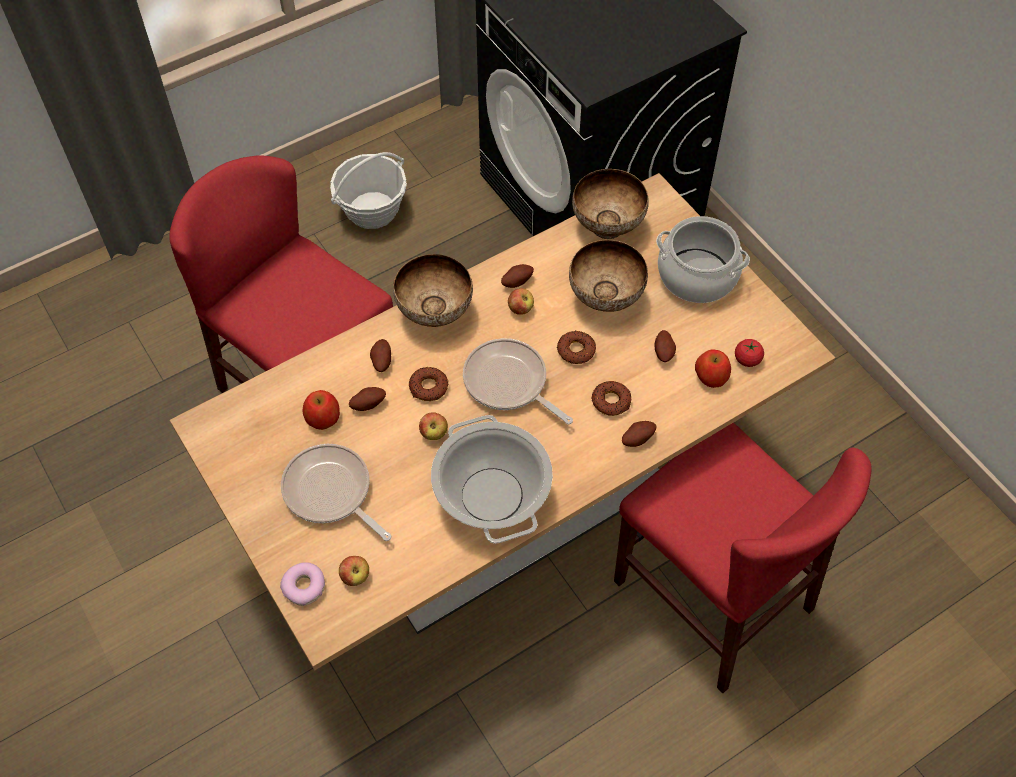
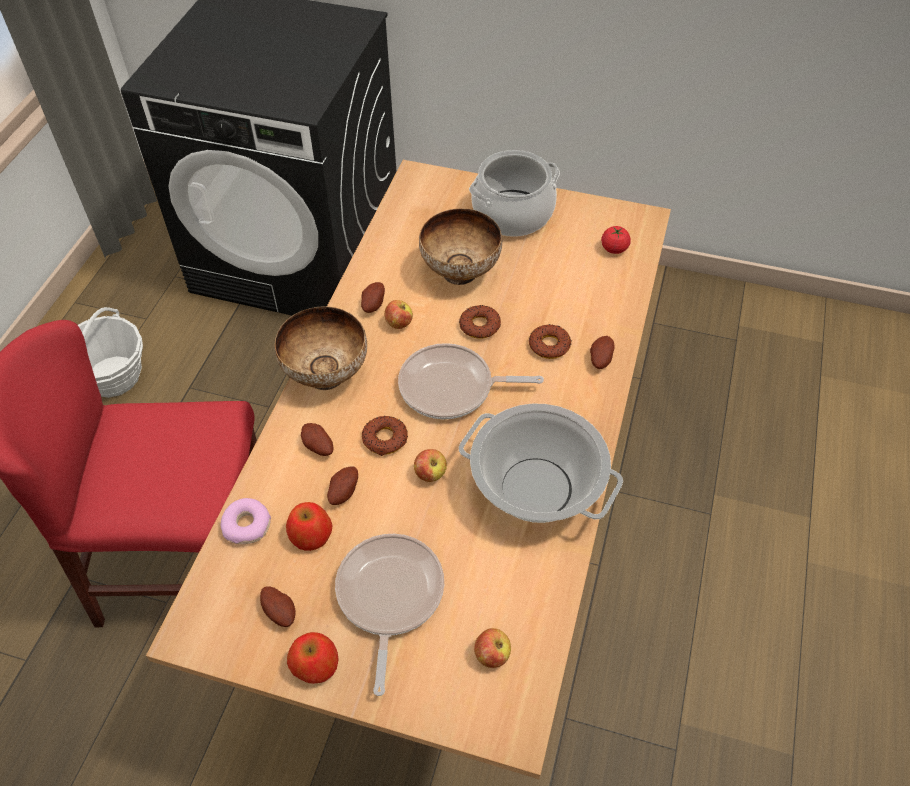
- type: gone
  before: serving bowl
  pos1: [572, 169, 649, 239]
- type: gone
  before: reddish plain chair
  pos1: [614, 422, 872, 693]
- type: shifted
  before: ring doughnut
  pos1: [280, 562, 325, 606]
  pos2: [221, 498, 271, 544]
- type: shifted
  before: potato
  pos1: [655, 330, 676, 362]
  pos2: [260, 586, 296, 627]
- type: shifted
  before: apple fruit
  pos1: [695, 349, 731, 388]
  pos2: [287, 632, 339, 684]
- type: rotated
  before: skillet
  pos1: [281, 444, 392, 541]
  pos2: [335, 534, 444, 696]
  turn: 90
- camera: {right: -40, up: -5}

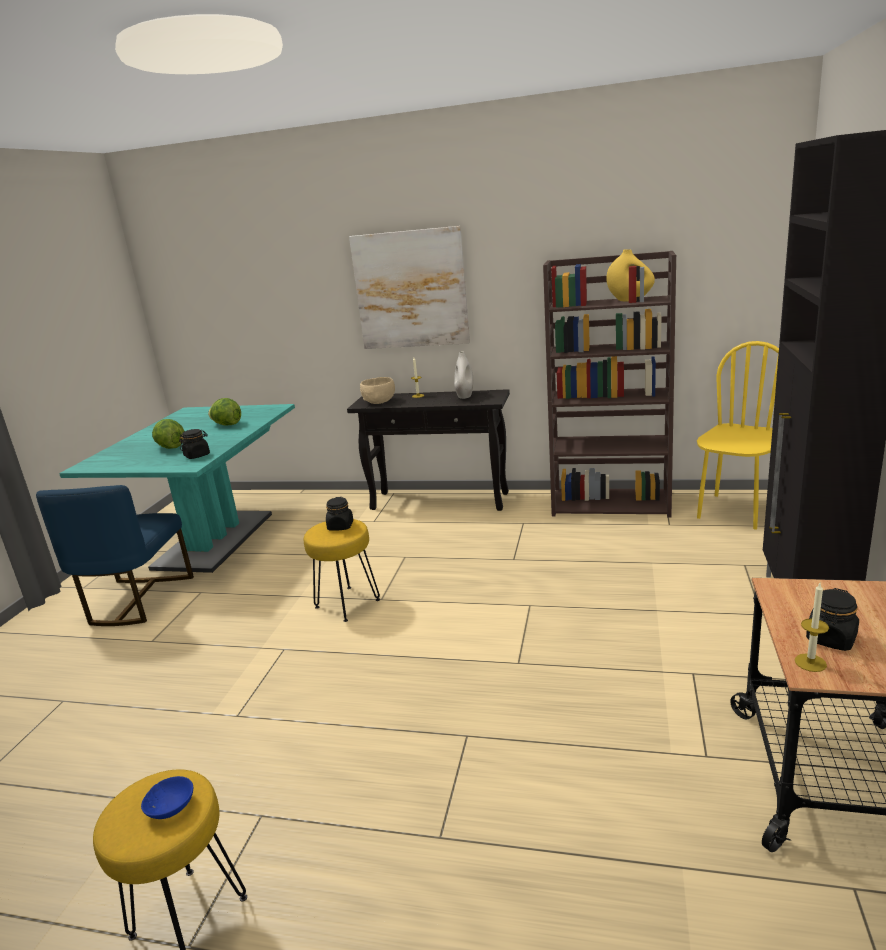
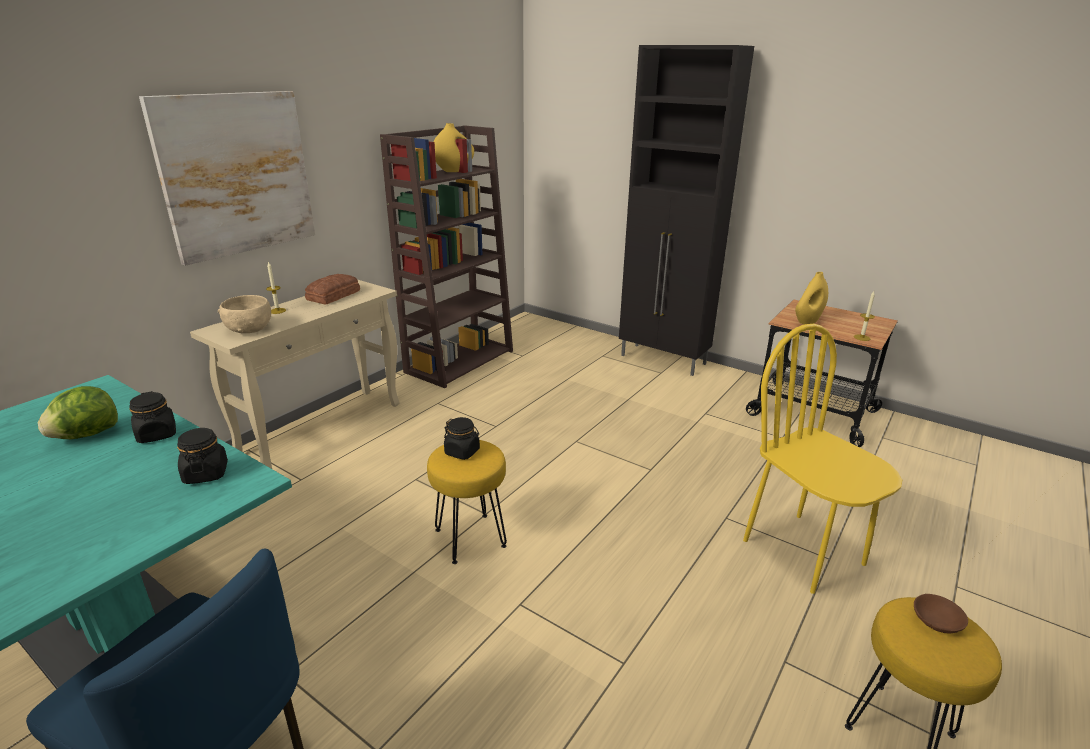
- type: gone
  before: lettuce head
  pos1: [152, 419, 184, 449]
- type: new
  after: yellow-coloured flower vase
  pos2: [795, 272, 828, 324]
- type: shifted
  before: yellow-coloured plain chair
  pos1: [697, 341, 779, 530]
  pos2: [743, 324, 902, 594]
- type: shifted
  before: black-coloured storage jar
  pos1: [806, 588, 859, 651]
  pos2: [129, 391, 176, 443]
- type: swapped
  before: white-coloured flower vase
  after: baked bread
  pos1: [454, 351, 473, 399]
  pos2: [305, 274, 360, 305]
- type: repainted
  before: blue-coloured serving bowl
  after: brownish serving bowl
  pos1: [141, 776, 193, 819]
  pos2: [914, 594, 968, 634]
- type: repainted
  before: black-coloured console table
  after: beige console table
  pos1: [347, 389, 510, 511]
  pos2: [190, 279, 400, 469]
- camera: {right: -70, up: 5}

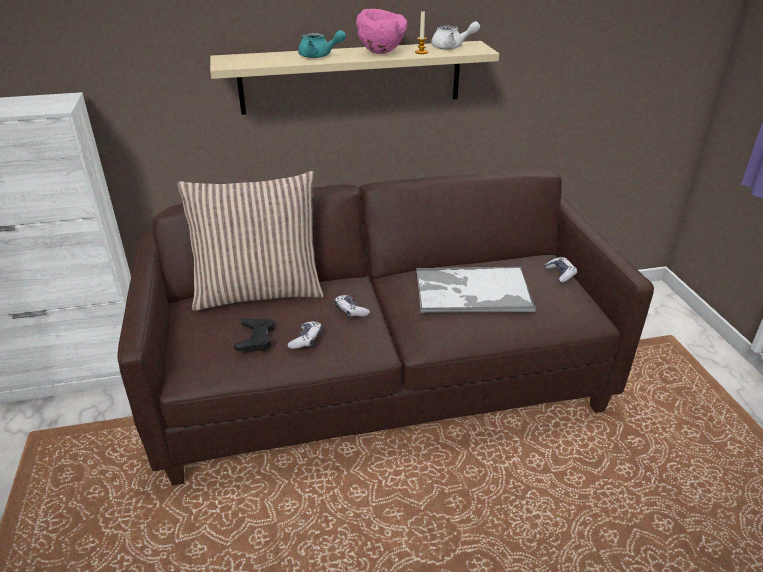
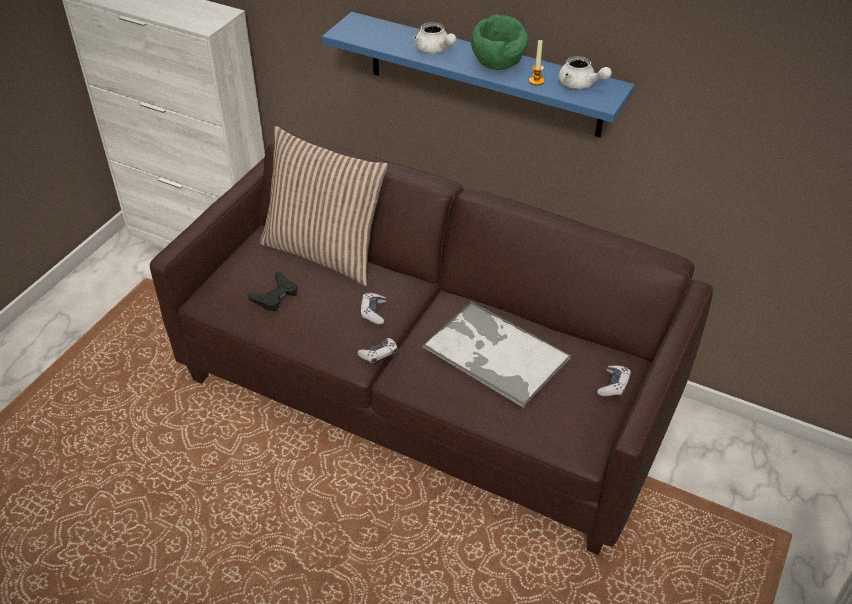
- type: shifted
  before: game controller
  pos1: [288, 322, 322, 349]
  pos2: [357, 338, 397, 365]
- type: repainted
  before: beige bracket shelf
  after: blue-coloured bracket shelf
  pos1: [210, 41, 499, 115]
  pos2: [322, 12, 635, 137]
- type: repainted
  before: blue-green tea pot
  after: white-coloured tea pot
  pos1: [298, 30, 346, 58]
  pos2: [414, 22, 456, 53]
- type: repainted
  before: pink-coloured serving bowl
  after: green-coloured serving bowl
  pos1: [356, 9, 407, 54]
  pos2: [471, 14, 529, 70]
- camera: {right: 40, up: 10}

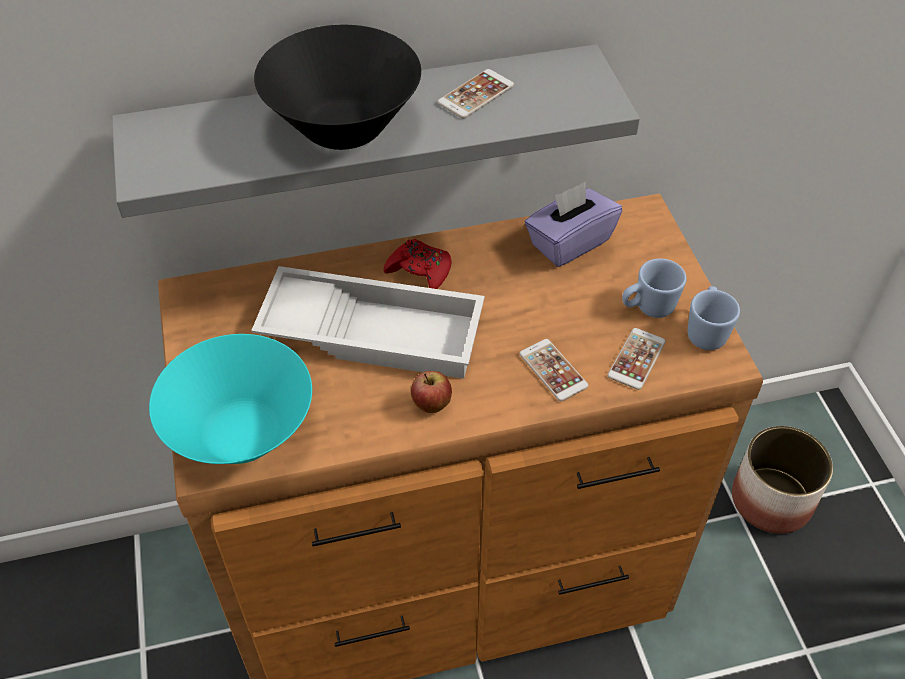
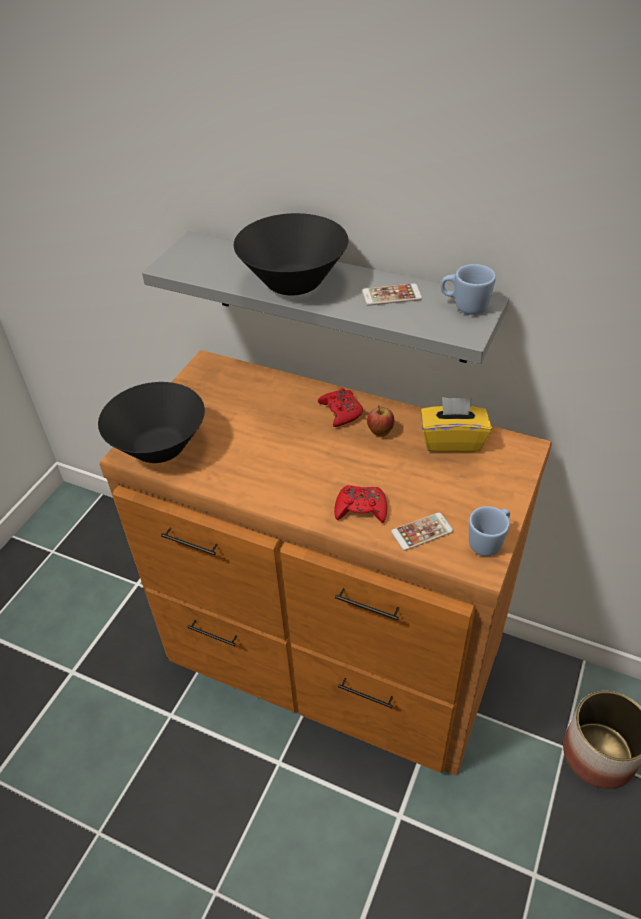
- type: gone
  before: white-coloured carrying tray
  pos1: [251, 266, 485, 379]
- type: shifted
  before: apple fruit
  pos1: [411, 371, 452, 413]
  pos2: [367, 405, 394, 437]
- type: shifted
  before: blue-coloured mug
  pos1: [622, 258, 686, 318]
  pos2: [441, 264, 496, 315]
- type: swapped
  before: telephone
  after: reddish game controller
  pos1: [519, 339, 589, 401]
  pos2: [334, 485, 387, 523]
- type: repainted
  before: blue-green serving bowl
  after: black-coloured serving bowl
  pos1: [149, 334, 312, 464]
  pos2: [98, 382, 205, 463]
- type: repainted
  before: purple tissue holder
  after: yellow-coloured tissue holder
  pos1: [525, 182, 622, 267]
  pos2: [421, 397, 492, 452]
- camera: {right: 40, up: -5}

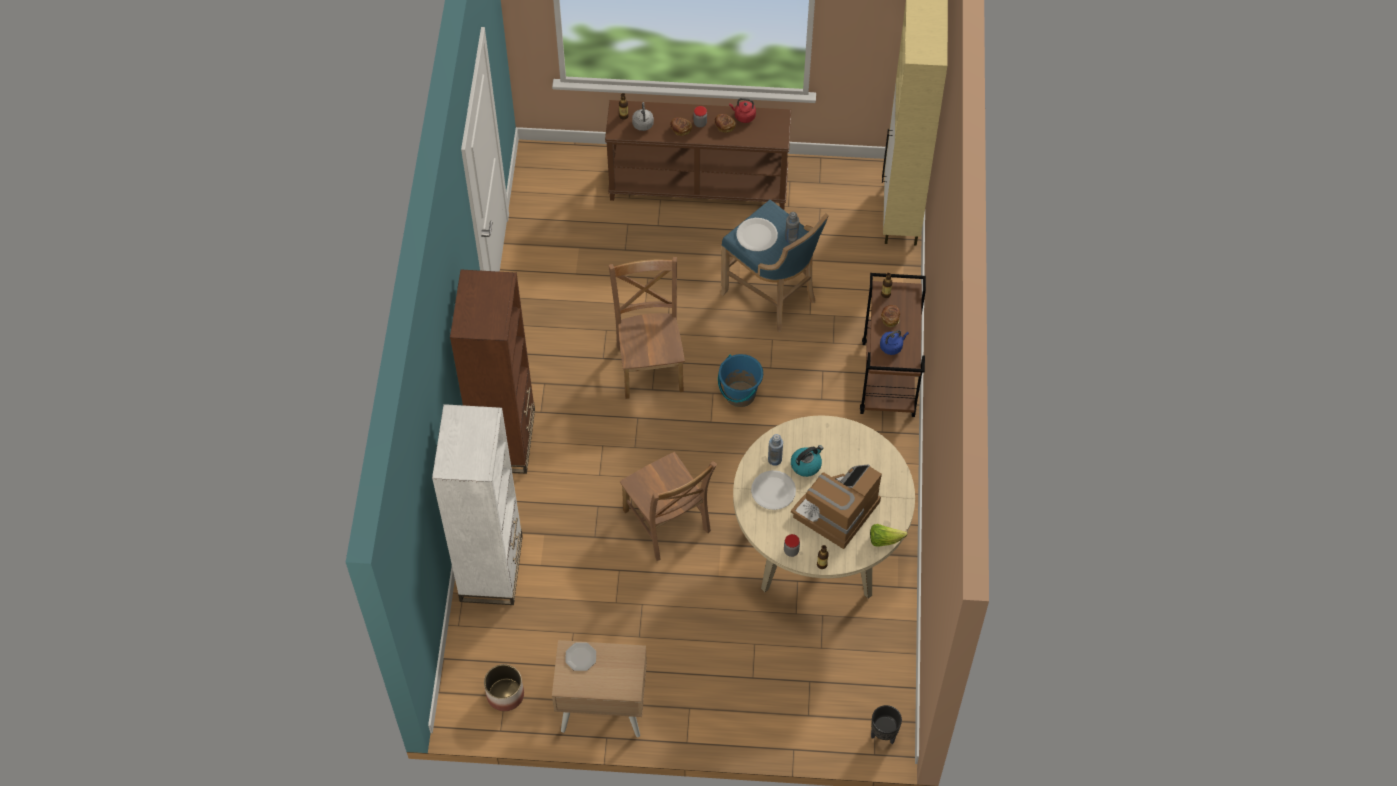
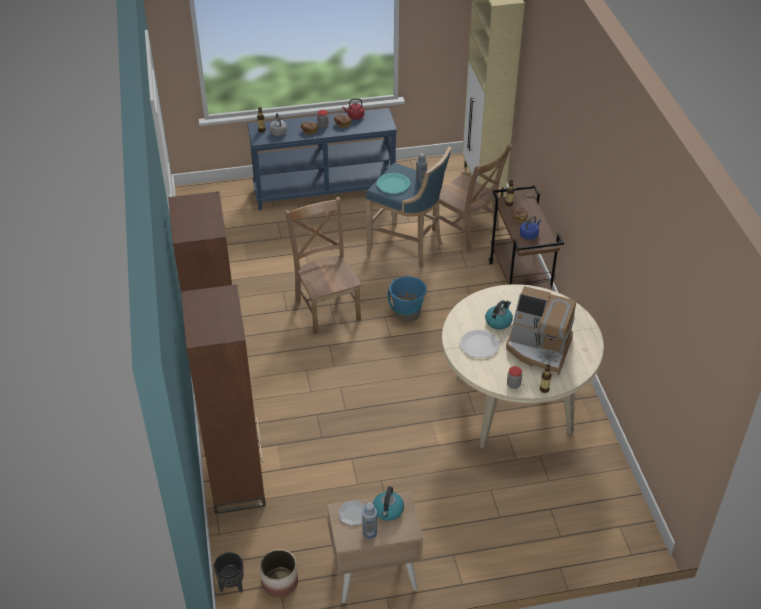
- type: gone
  before: lettuce head
  pos1: [870, 524, 907, 547]
- type: new
  after: water kettle
  pos2: [373, 487, 404, 521]
- type: shifted
  before: brownish plain chair
  pos1: [620, 452, 717, 561]
  pos2: [432, 144, 512, 252]
- type: shifted
  before: blue-coloured bottle
  pos1: [768, 434, 783, 466]
  pos2: [362, 502, 377, 539]
- type: shifted
  before: black-coloured flower pot
  pos1: [871, 705, 902, 744]
  pos2: [214, 552, 244, 592]
- type: repainted
  before: white-coloured bookcase
  after: brownish bookcase
  pos1: [432, 404, 523, 605]
  pos2: [181, 284, 266, 514]
- type: repainted
  before: brownish console table
  after: blue-coloured console table
  pos1: [605, 100, 791, 210]
  pos2: [247, 108, 397, 210]
- type: repainted
  before: white-coloured plate
  after: blue-green plate
  pos1: [736, 218, 778, 251]
  pos2: [377, 173, 410, 194]
- type: rotated
  before: coffee maker
  pos1: [791, 464, 882, 549]
  pos2: [506, 286, 576, 375]
  turn: -90
- camera: {right: -15, up: -15}

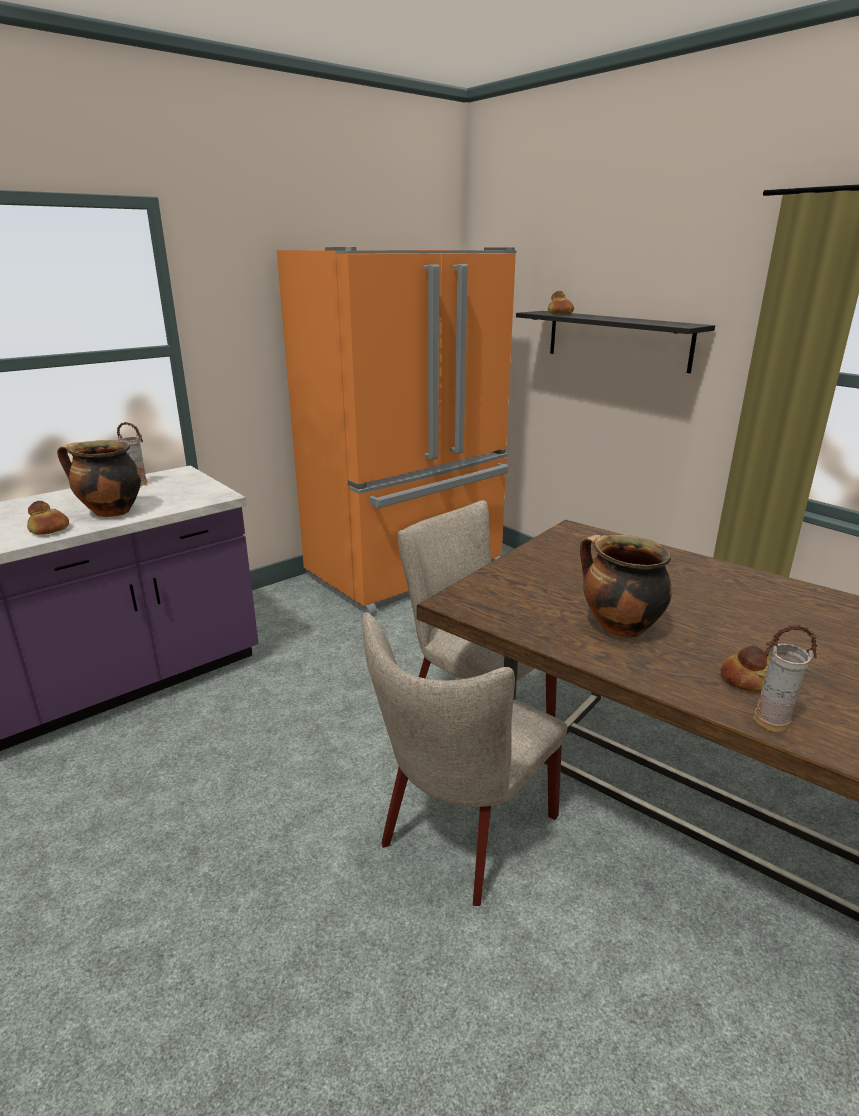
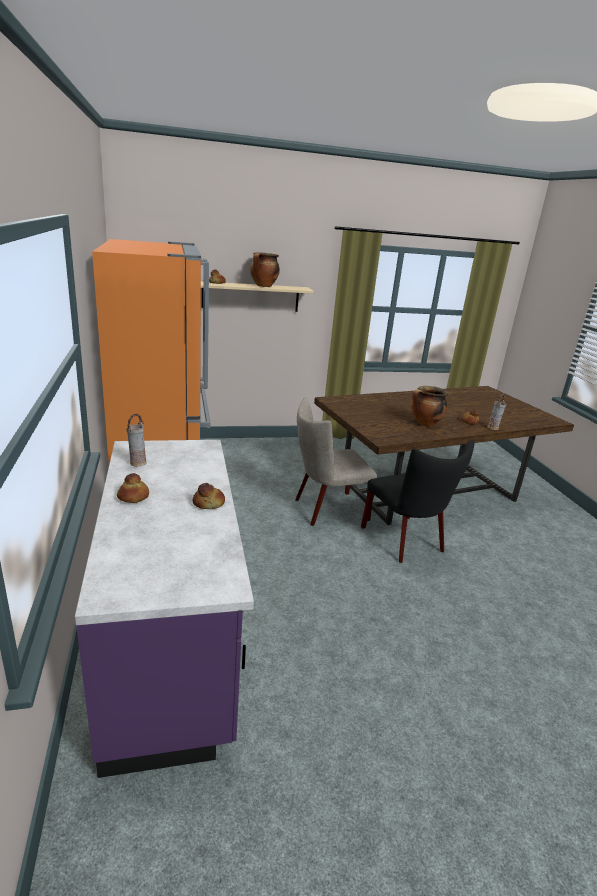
- type: new
  after: baked bread
  pos2: [117, 473, 149, 503]
- type: shifted
  before: cooking pot
  pos1: [57, 440, 141, 517]
  pos2: [250, 252, 280, 287]
- type: repainted
  before: beige plain chair
  after: black-coloured plain chair
  pos1: [362, 612, 567, 906]
  pos2: [361, 440, 475, 563]
- type: repainted
  before: black-coloured bracket shelf
  after: beige bracket shelf
  pos1: [516, 311, 715, 373]
  pos2: [201, 281, 314, 312]
- camera: {right: -65, up: 0}

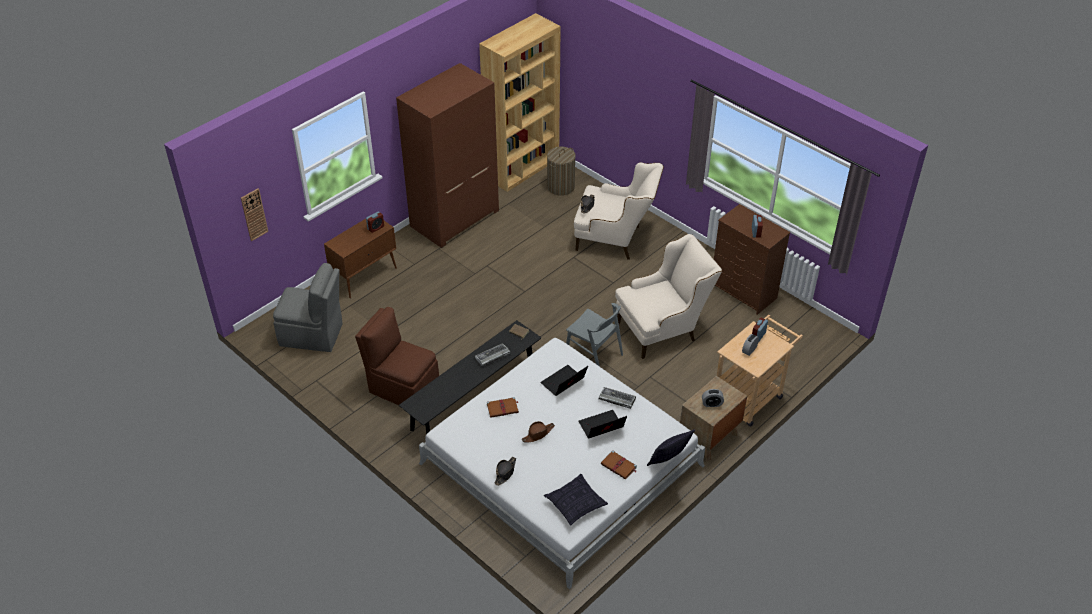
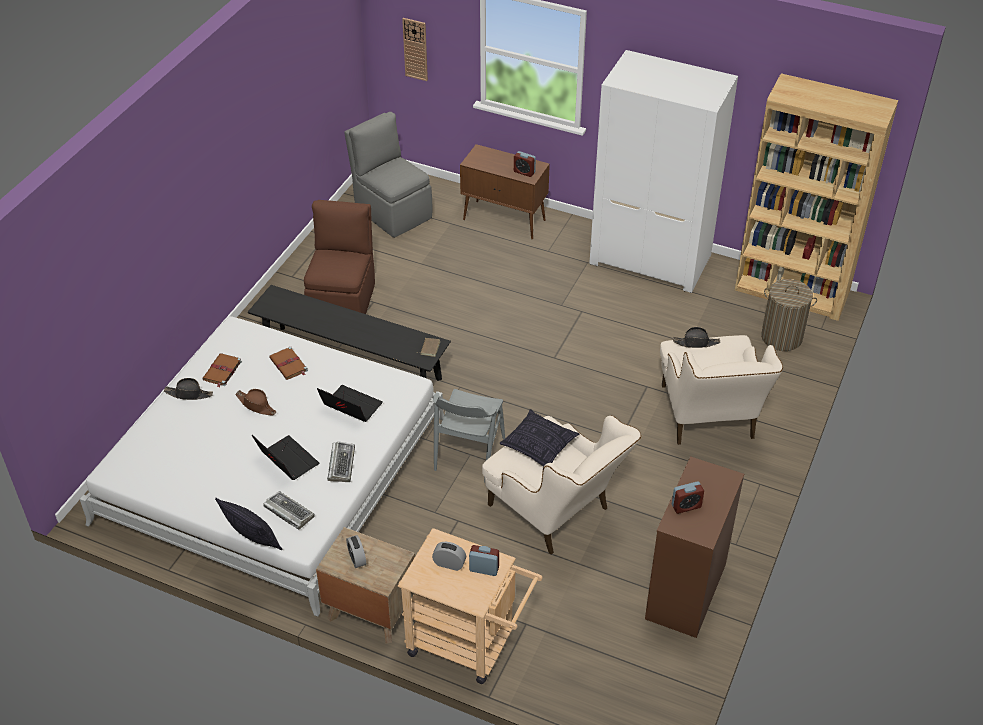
- type: shifted
  before: keyboard
  pos1: [475, 343, 510, 367]
  pos2: [263, 491, 315, 530]
- type: shifted
  before: throw pillow
  pos1: [544, 474, 608, 525]
  pos2: [500, 409, 579, 467]
- type: shifted
  before: brownish book
  pos1: [601, 450, 637, 479]
  pos2: [202, 353, 242, 387]
- type: repainted
  before: brownish armoire
  after: white-coloured armoire
  pos1: [396, 63, 499, 248]
  pos2: [589, 50, 738, 293]
- type: rotated
  before: greyish plain chair
  pos1: [273, 263, 343, 352]
  pos2: [344, 112, 432, 238]
  turn: 150
- camera: {right: 70, up: 0}

